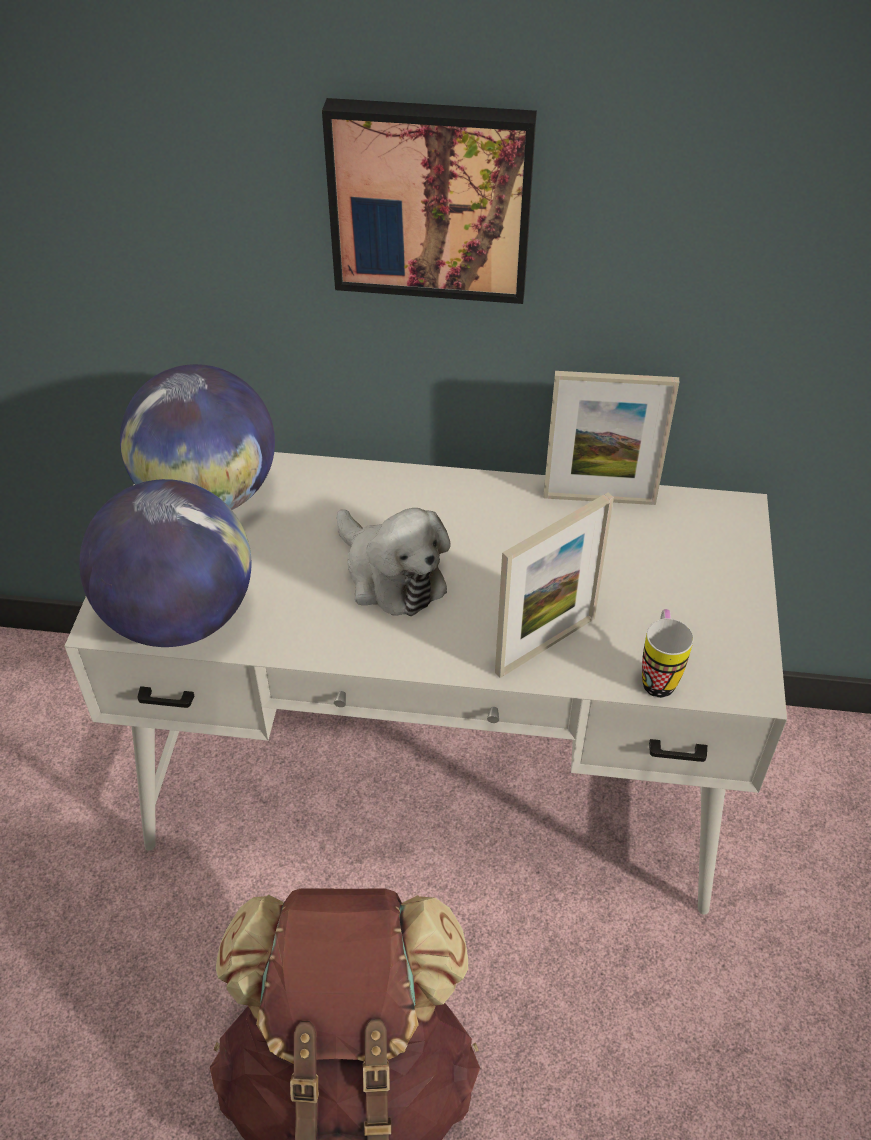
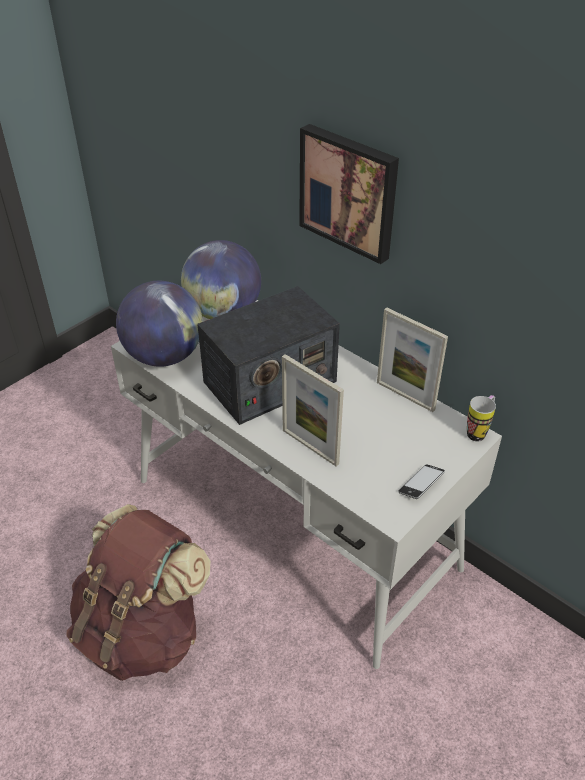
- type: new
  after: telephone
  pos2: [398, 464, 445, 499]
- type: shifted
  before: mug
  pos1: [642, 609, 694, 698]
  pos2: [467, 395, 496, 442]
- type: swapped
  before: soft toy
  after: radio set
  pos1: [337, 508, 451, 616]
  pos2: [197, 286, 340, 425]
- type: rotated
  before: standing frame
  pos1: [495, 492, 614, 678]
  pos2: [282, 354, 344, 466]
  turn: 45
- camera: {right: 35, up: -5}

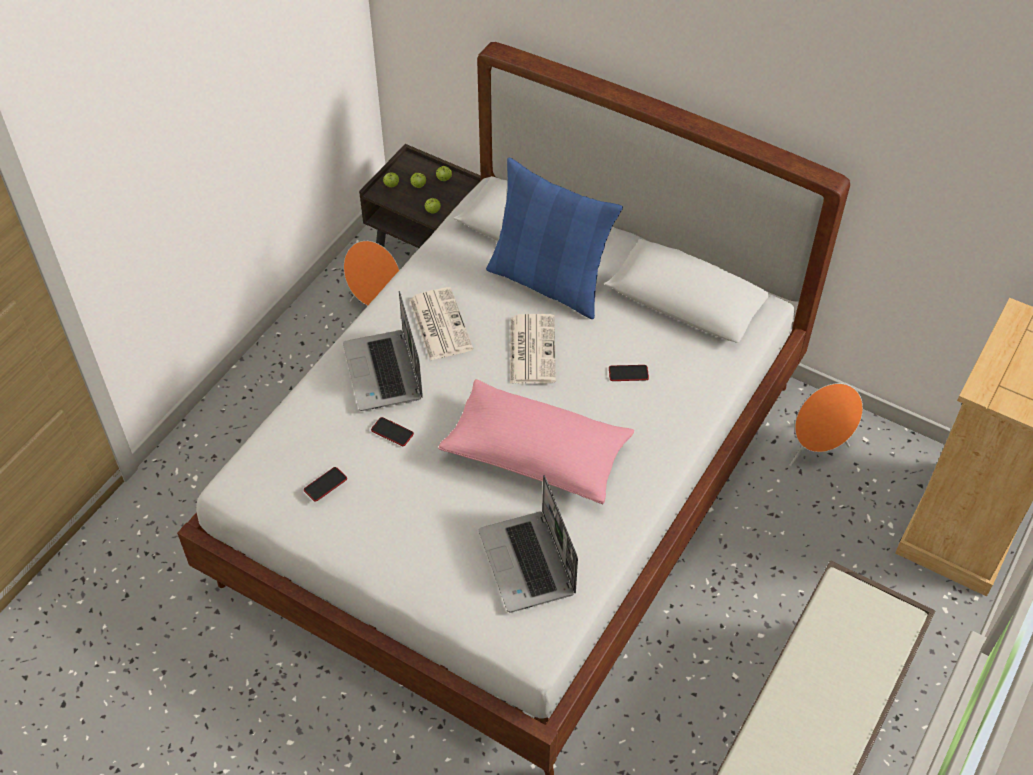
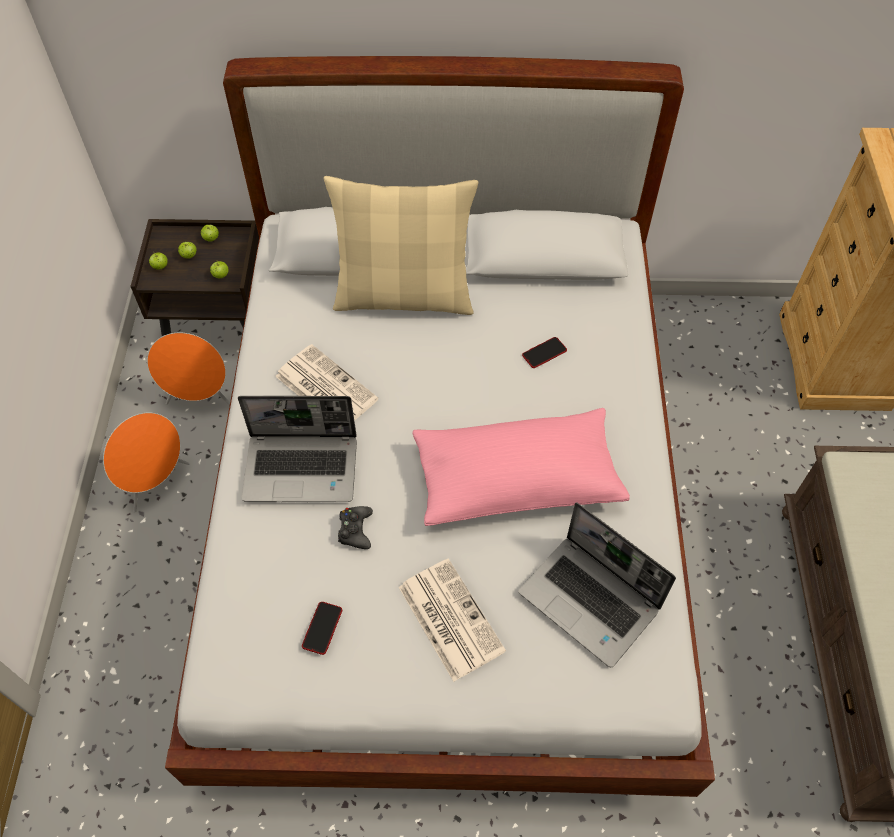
- type: shifted
  before: newspaper
  pos1: [510, 314, 556, 383]
  pos2: [399, 558, 506, 682]
- type: shifted
  before: orange-coloured loudspeaker
  pos1: [790, 383, 863, 466]
  pos2: [103, 413, 189, 512]
- type: swapped
  before: telephone
  after: black-coloured game controller
  pos1: [371, 417, 414, 446]
  pos2: [338, 506, 373, 549]
- type: repainted
  before: blue-coloured throw pillow
  after: beige throw pillow
  pos1: [486, 158, 623, 319]
  pos2: [324, 176, 478, 315]
- type: rotated
  before: notebook computer
  pos1: [343, 291, 423, 411]
  pos2: [238, 396, 357, 502]
  turn: -45
- camera: {right: -30, up: 5}

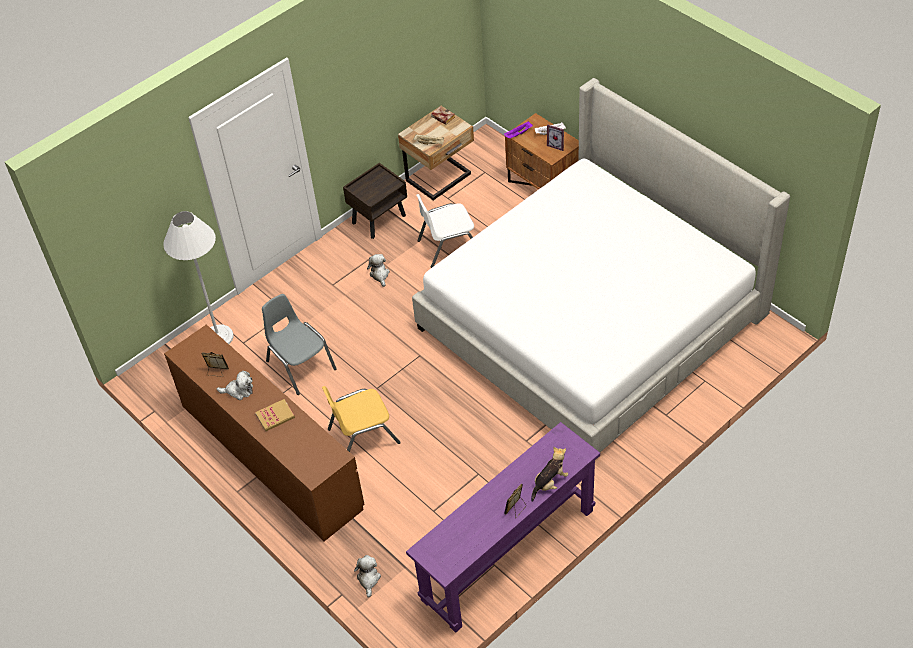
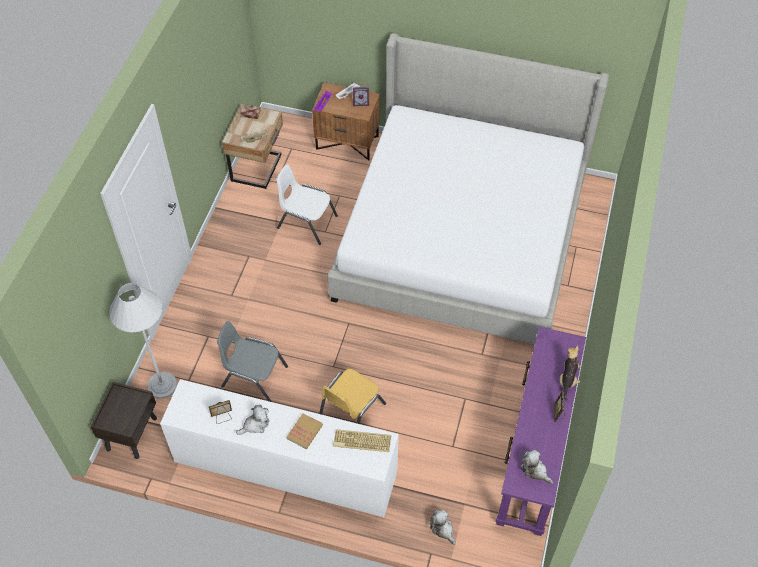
- type: new
  after: keyboard
  pos2: [333, 429, 391, 452]
- type: shifted
  before: brownish bedside table
  pos1: [343, 163, 407, 239]
  pos2: [90, 382, 157, 459]
- type: shifted
  before: soft toy
  pos1: [367, 254, 390, 287]
  pos2: [521, 450, 553, 484]
- type: repainted
  before: brownish chest of drawers
  after: white-coloured chest of drawers
  pos1: [164, 324, 365, 541]
  pos2: [160, 379, 399, 517]
- type: rotated
  before: white-coloured plain chair
  pos1: [416, 194, 474, 268]
  pos2: [276, 164, 338, 245]
  turn: 75
- camera: {right: -35, up: 5}

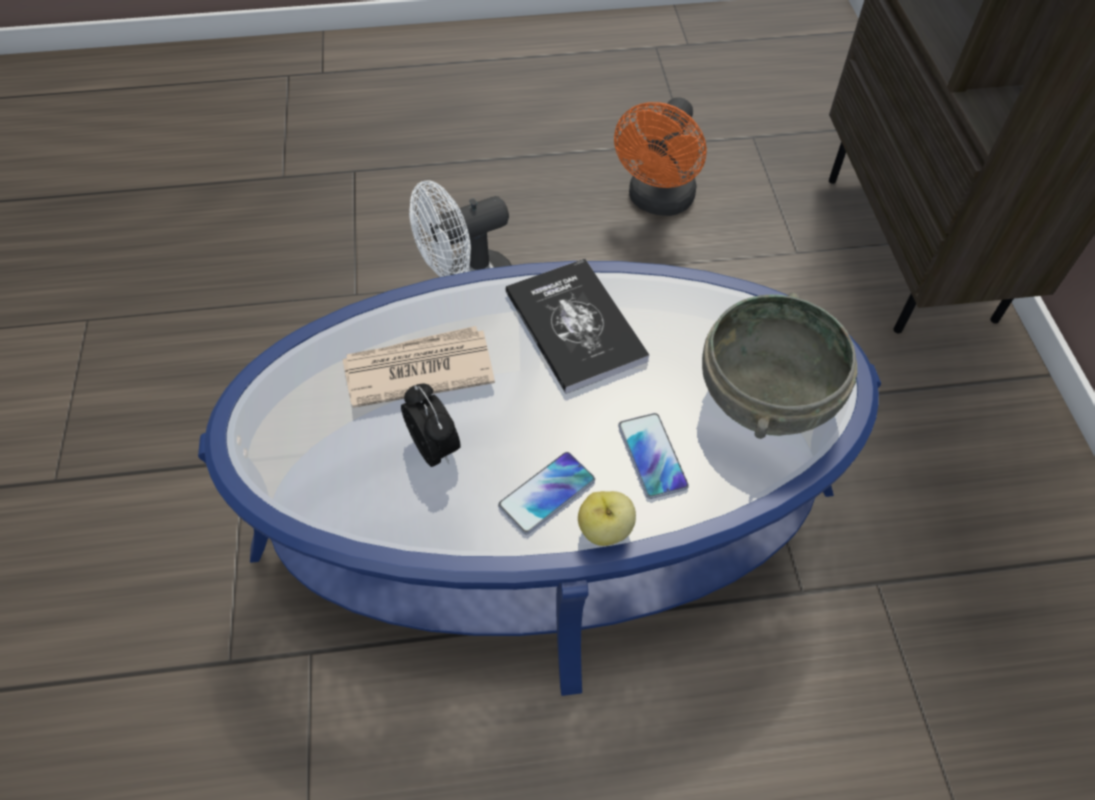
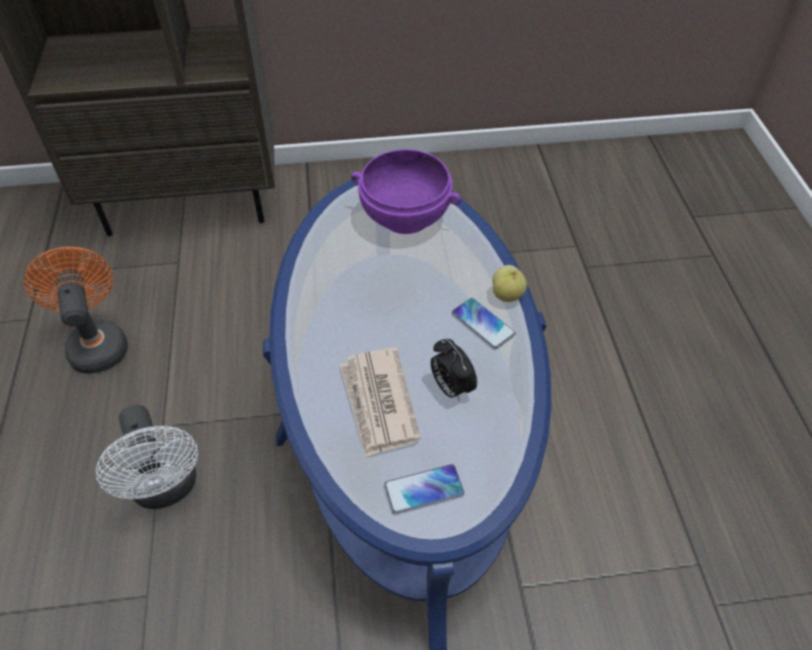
- type: gone
  before: book
  pos1: [506, 259, 650, 394]
- type: shifted
  before: telephone
  pos1: [618, 413, 689, 499]
  pos2: [384, 464, 465, 514]
- type: repainted
  before: greyish serving bowl
  after: purple serving bowl
  pos1: [702, 292, 857, 439]
  pos2: [351, 149, 461, 234]
- type: rotated
  before: alarm clock
  pos1: [401, 384, 461, 467]
  pos2: [431, 339, 477, 402]
  turn: -90
- type: rotated
  before: orange-coloured fan
  pos1: [614, 97, 707, 216]
  pos2: [24, 247, 128, 374]
  turn: -135
- camera: {right: -90, up: -5}

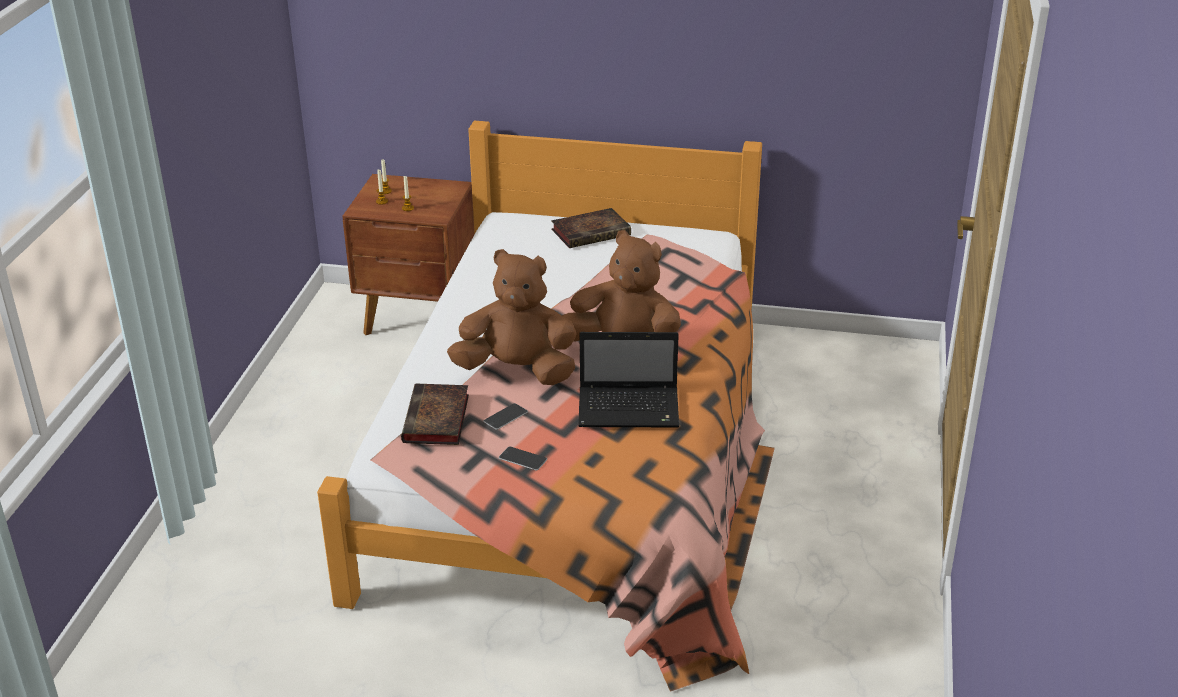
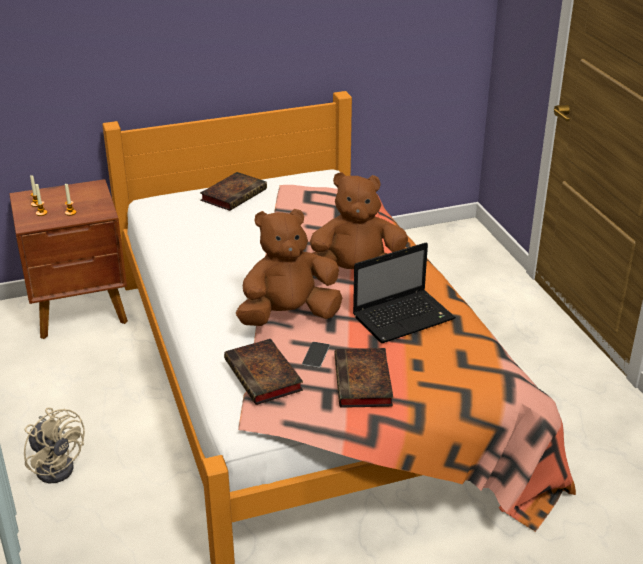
- type: new
  after: beige fan
  pos2: [24, 408, 85, 483]
- type: swapped
  before: telephone
  after: book
  pos1: [499, 446, 547, 471]
  pos2: [335, 348, 393, 408]
- camera: {right: -30, up: 0}

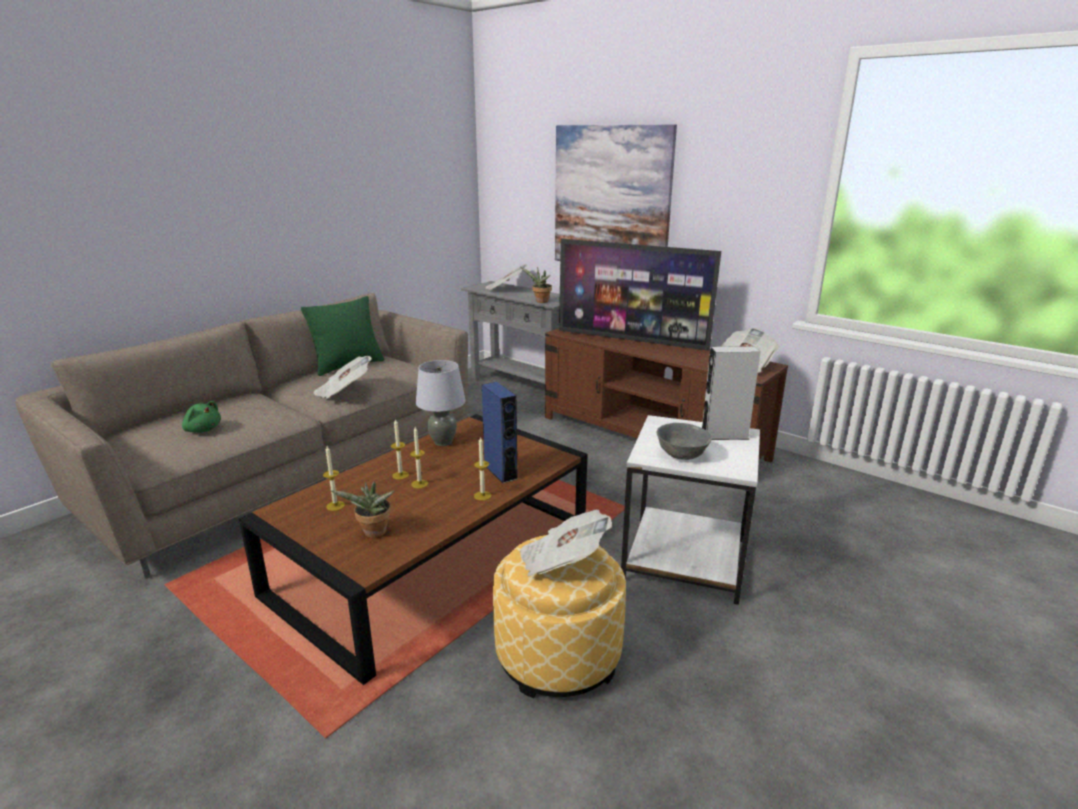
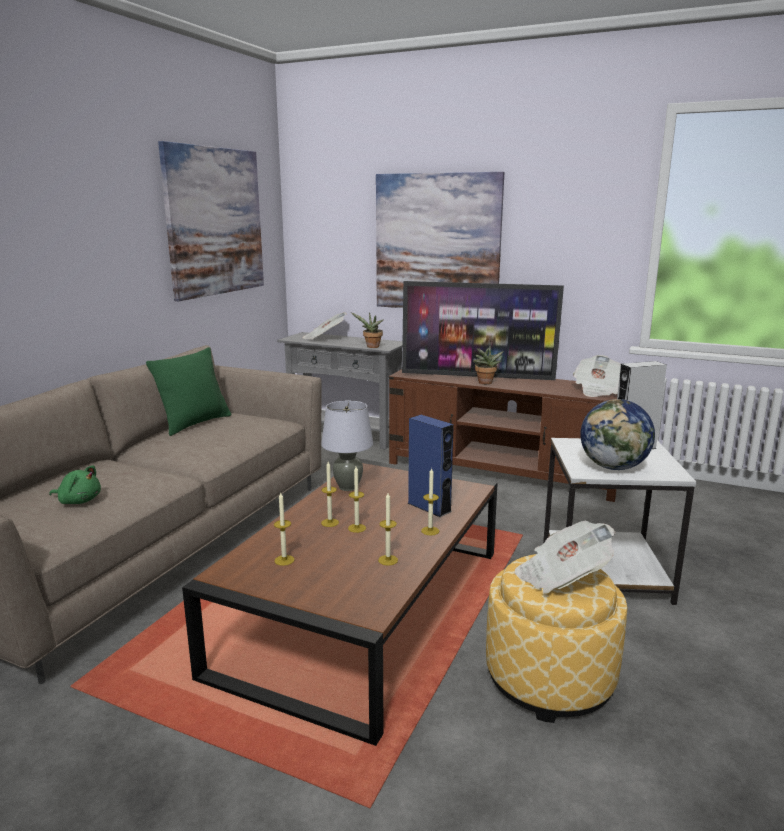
- type: gone
  before: newspaper
  pos1: [313, 356, 372, 399]
- type: new
  after: wall picture
  pos2: [158, 141, 264, 301]
- type: new
  after: wax light
  pos2: [378, 493, 398, 566]
- type: shifted
  before: houseplant
  pos1: [331, 481, 394, 538]
  pos2: [473, 346, 504, 384]
- type: swapped
  before: greyish serving bowl
  after: world globe
  pos1: [657, 423, 712, 460]
  pos2: [580, 399, 655, 470]
- camera: {right: -15, up: -5}

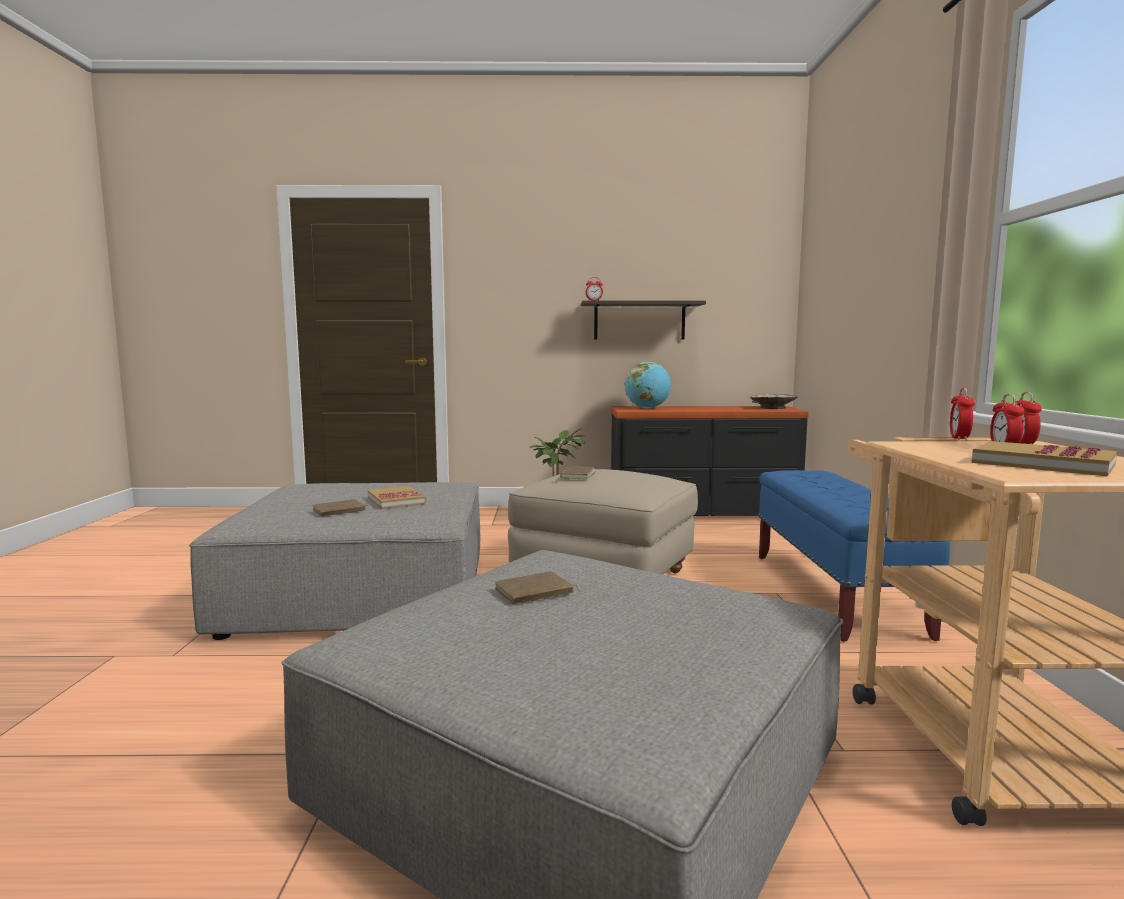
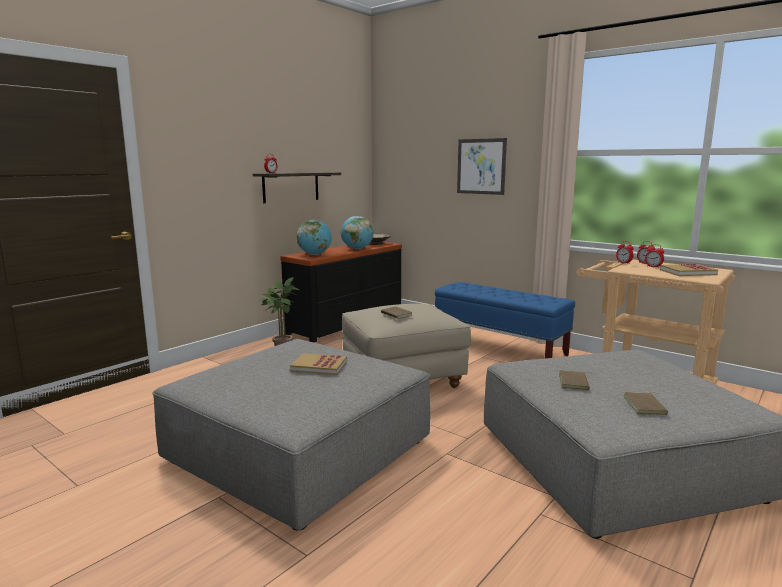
- type: new
  after: world globe
  pos2: [341, 216, 374, 249]
- type: new
  after: wall picture
  pos2: [457, 138, 507, 195]
- type: shifted
  before: brownish book
  pos1: [312, 499, 369, 516]
  pos2: [624, 392, 668, 415]
- camera: {right: -50, up: 5}

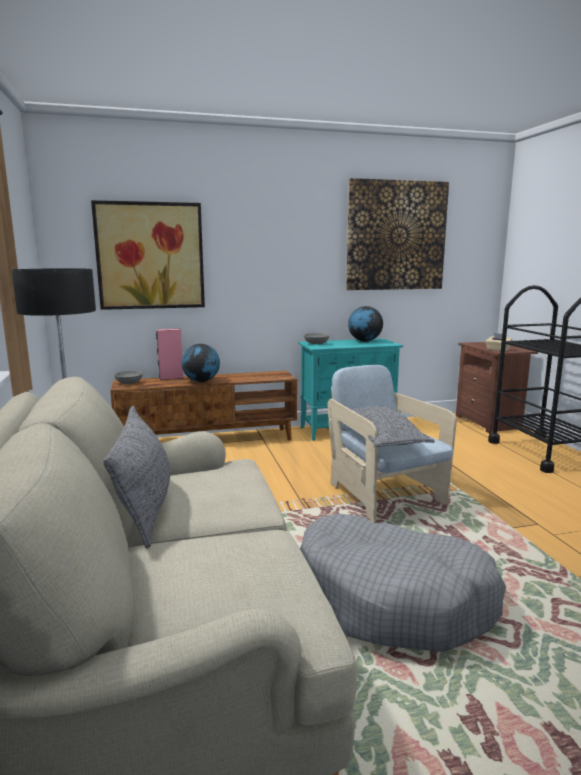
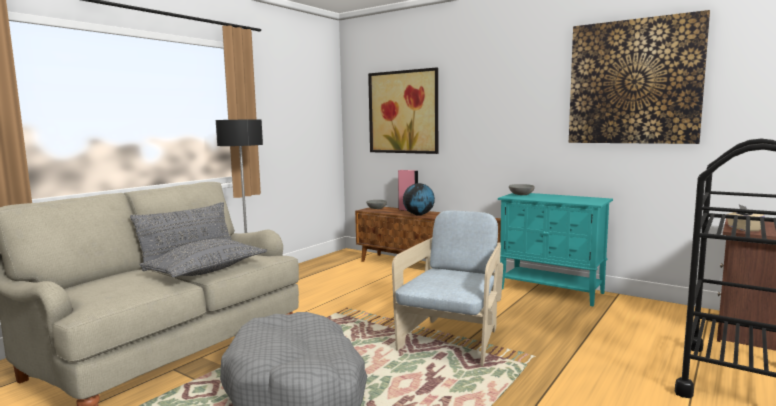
- type: gone
  before: world globe
  pos1: [348, 306, 383, 342]
- type: shifted
  before: greyish throw pillow
  pos1: [352, 406, 435, 447]
  pos2: [139, 239, 267, 277]
- camera: {right: 50, up: -5}

